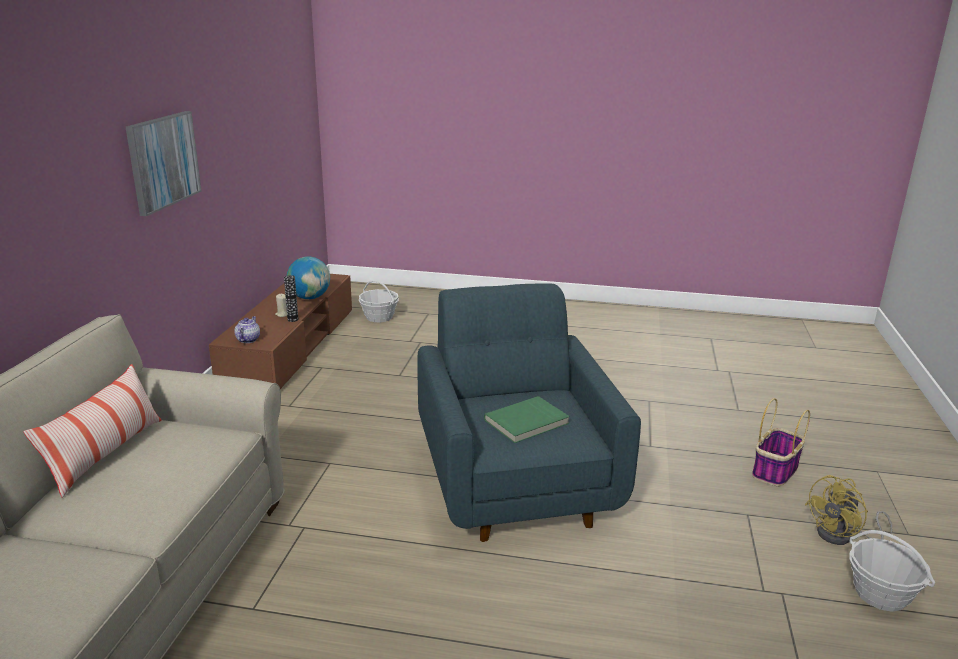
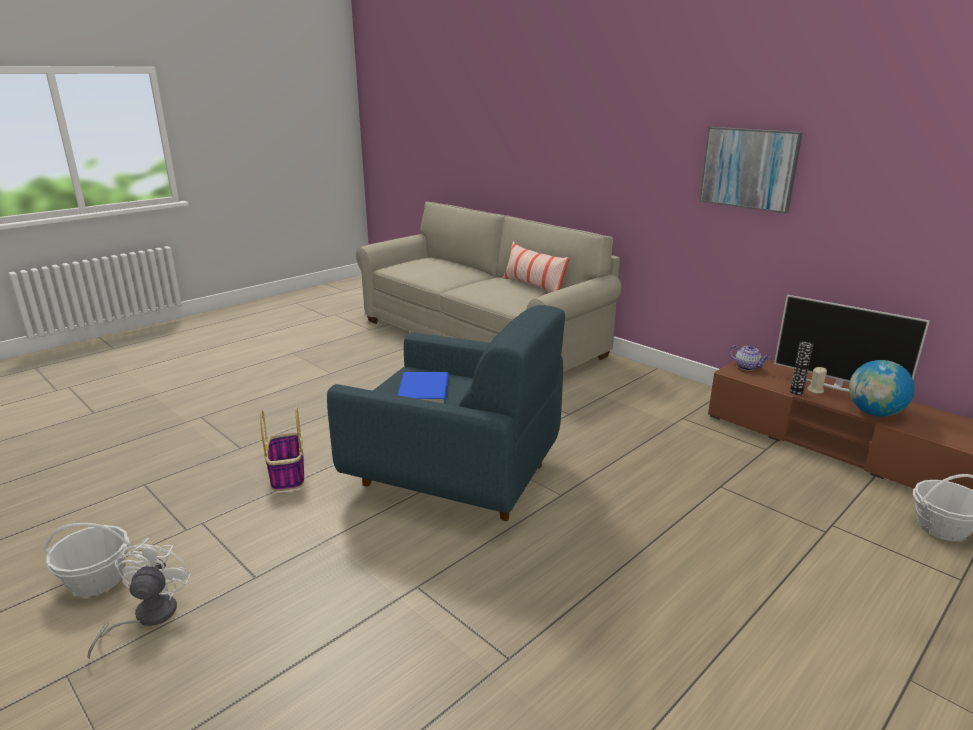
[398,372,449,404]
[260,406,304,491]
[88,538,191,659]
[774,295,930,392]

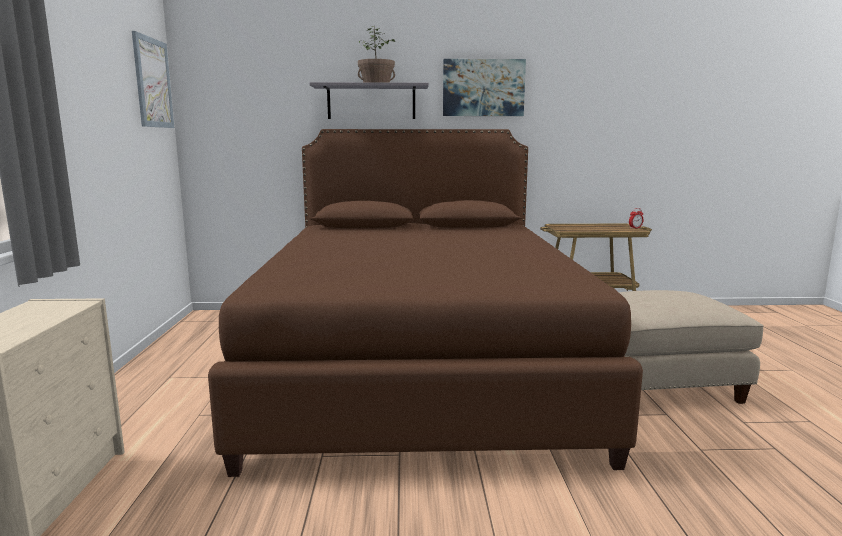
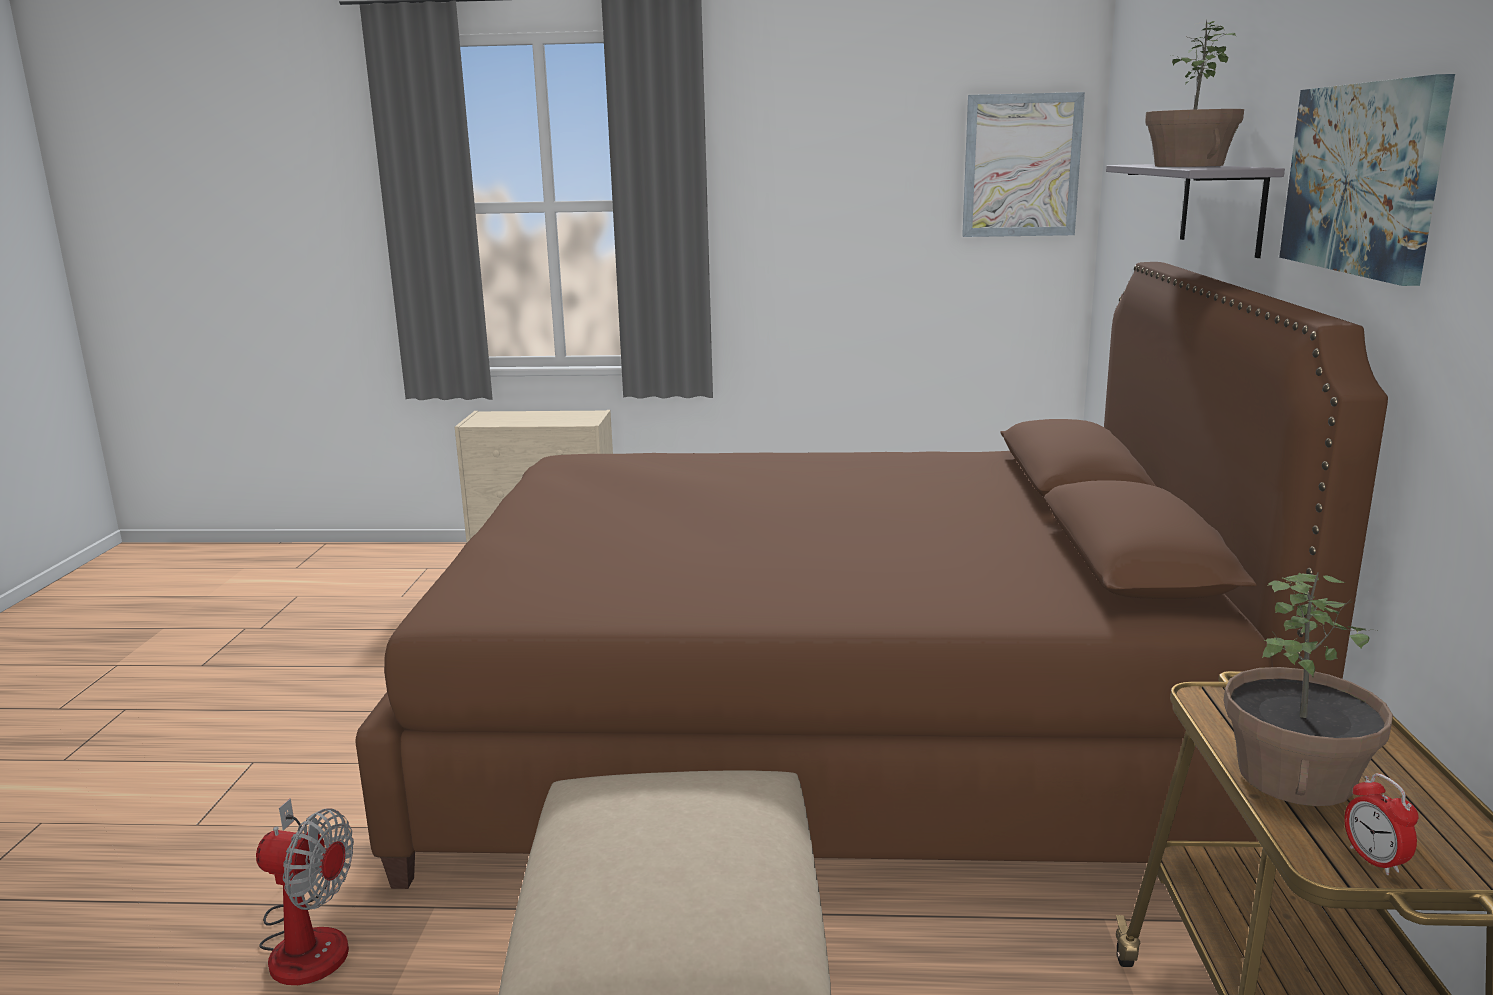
[256,798,354,985]
[1224,572,1393,806]

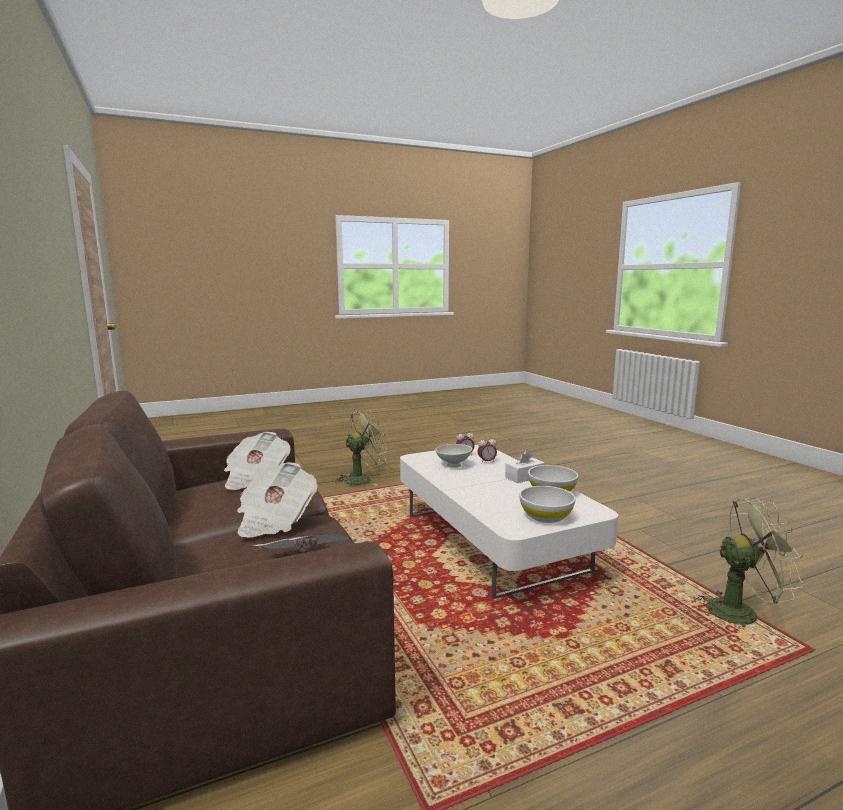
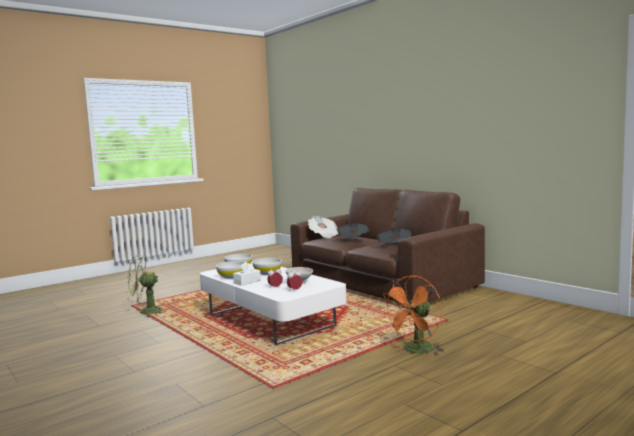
[381,276,444,355]
[252,258,282,275]

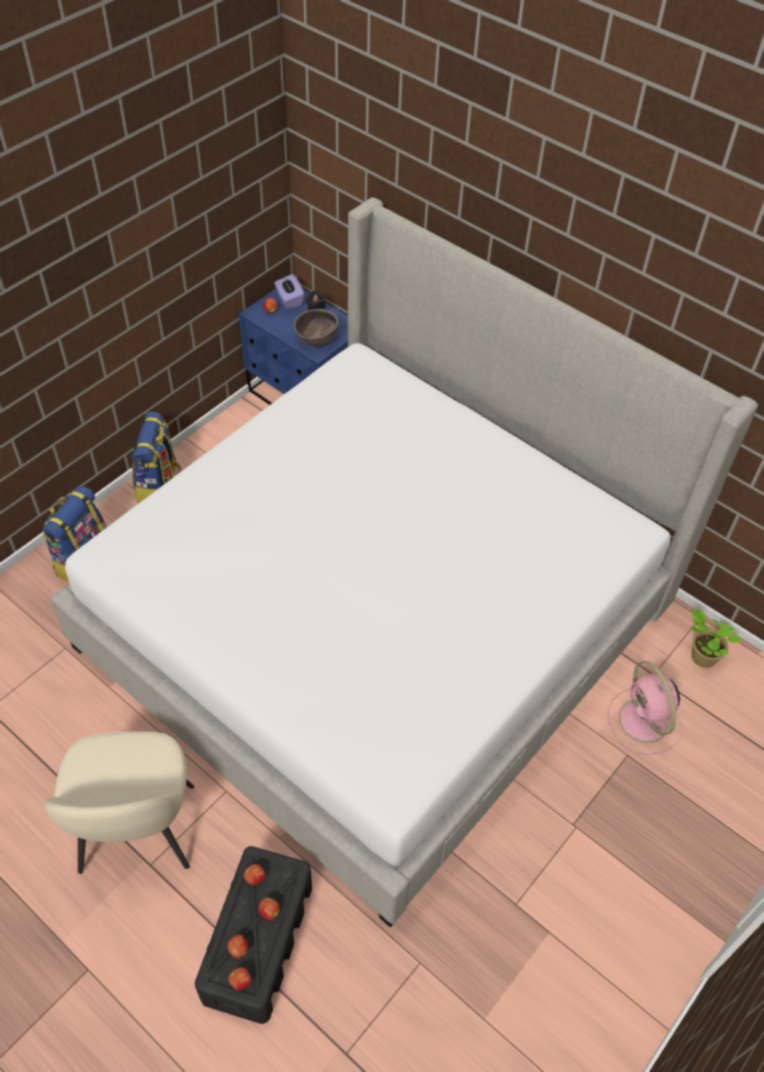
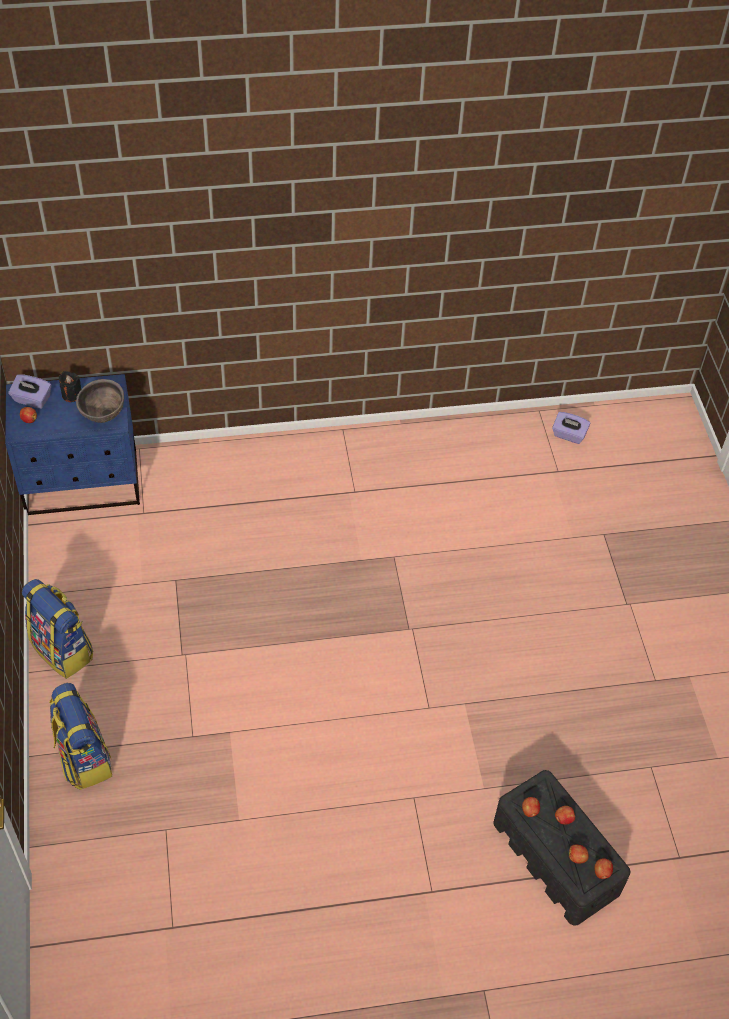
[44,732,194,874] (first image)
[50,197,758,927] (first image)
[608,661,683,755] (first image)
[552,412,590,444]

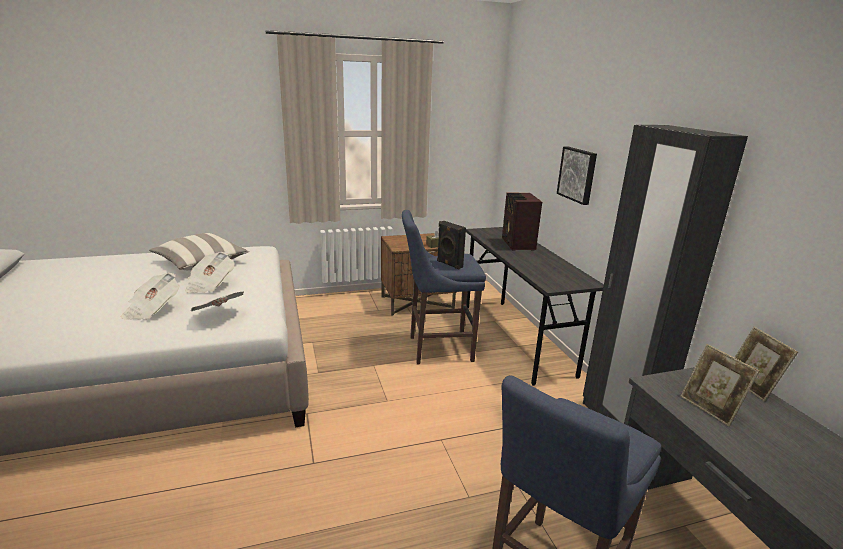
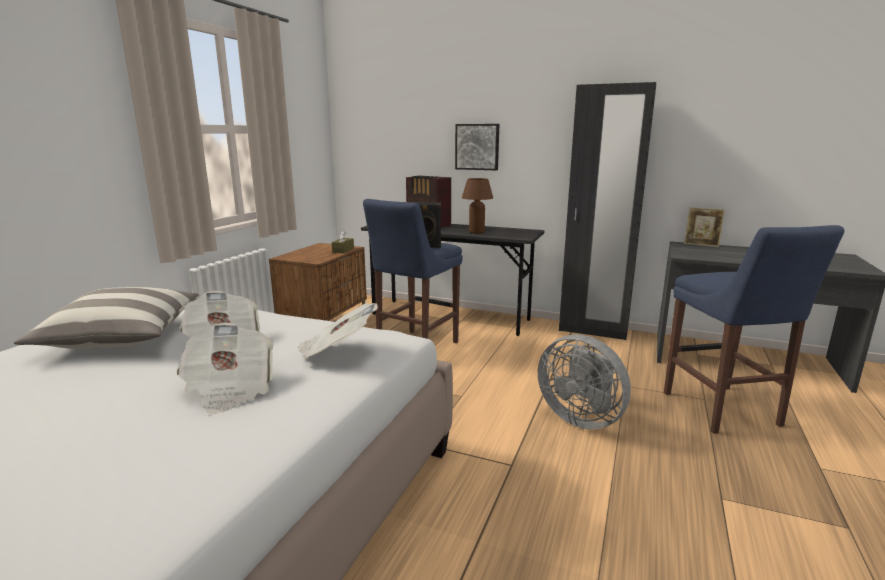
[680,344,760,427] (first image)
[462,178,493,233]
[538,334,631,430]

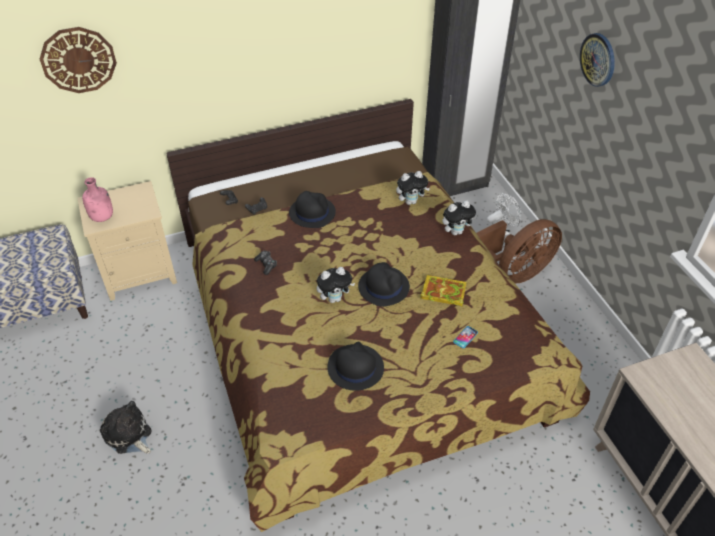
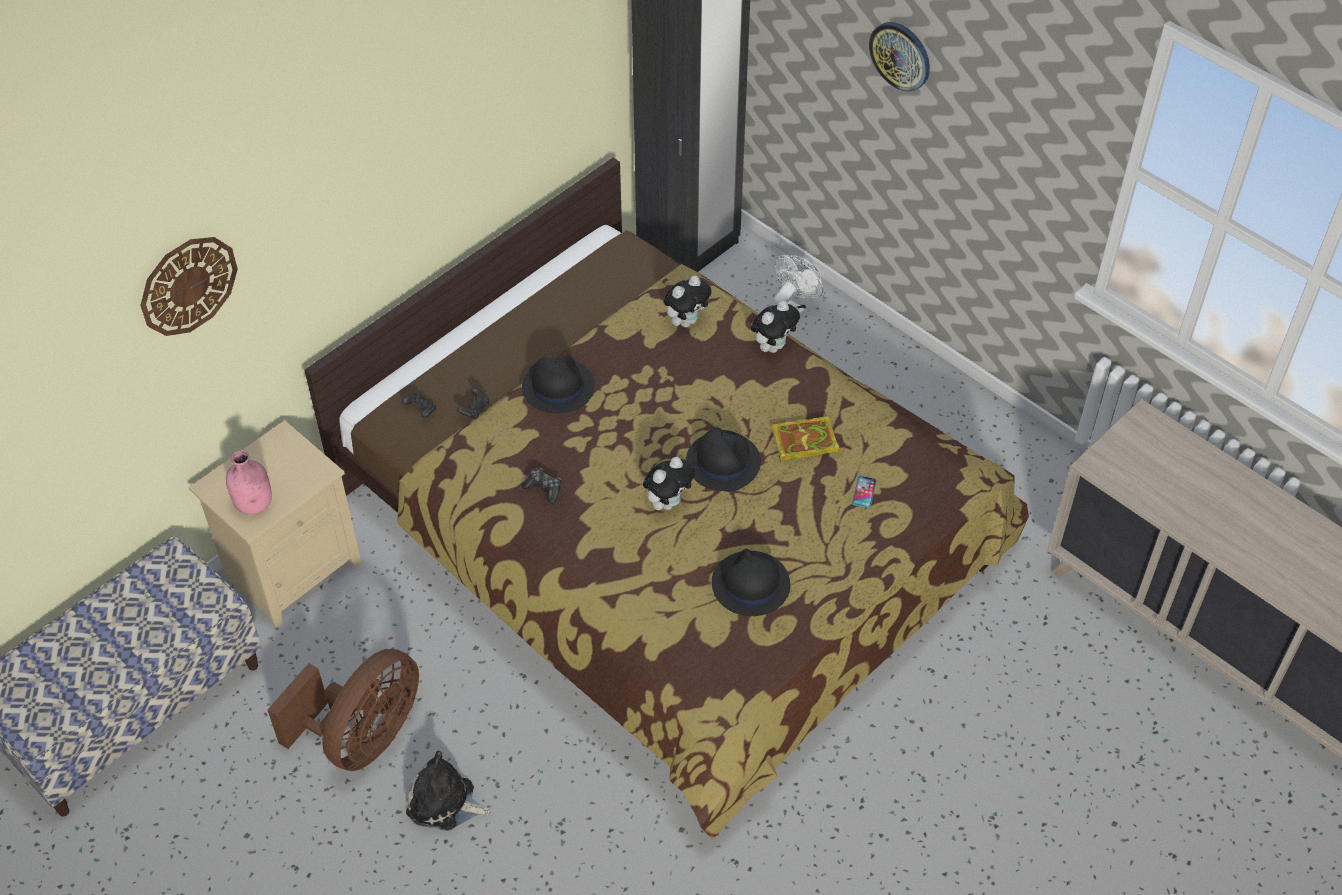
[268,649,419,771]

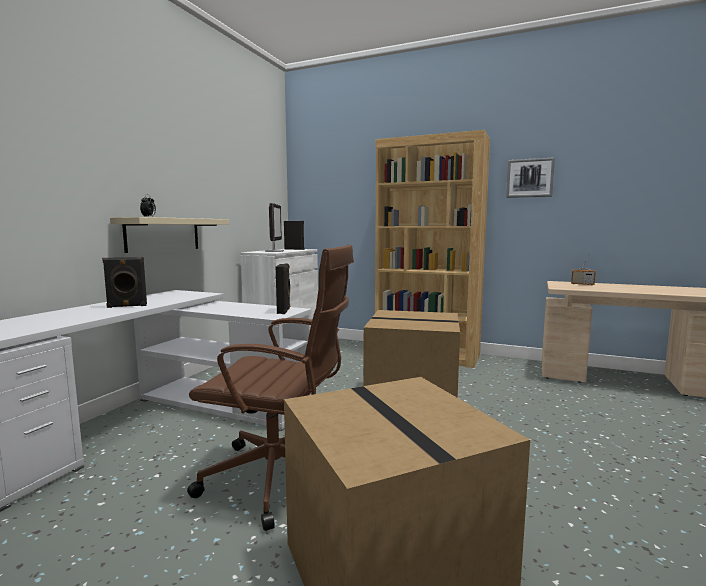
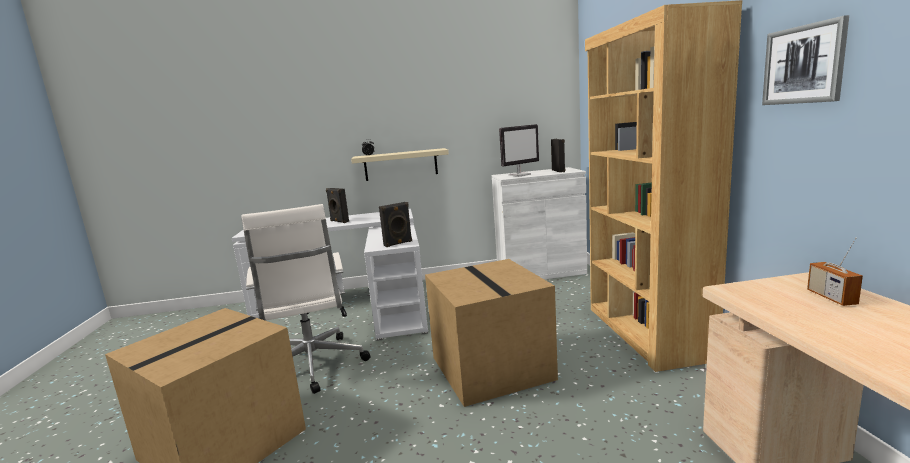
[241,204,371,394]

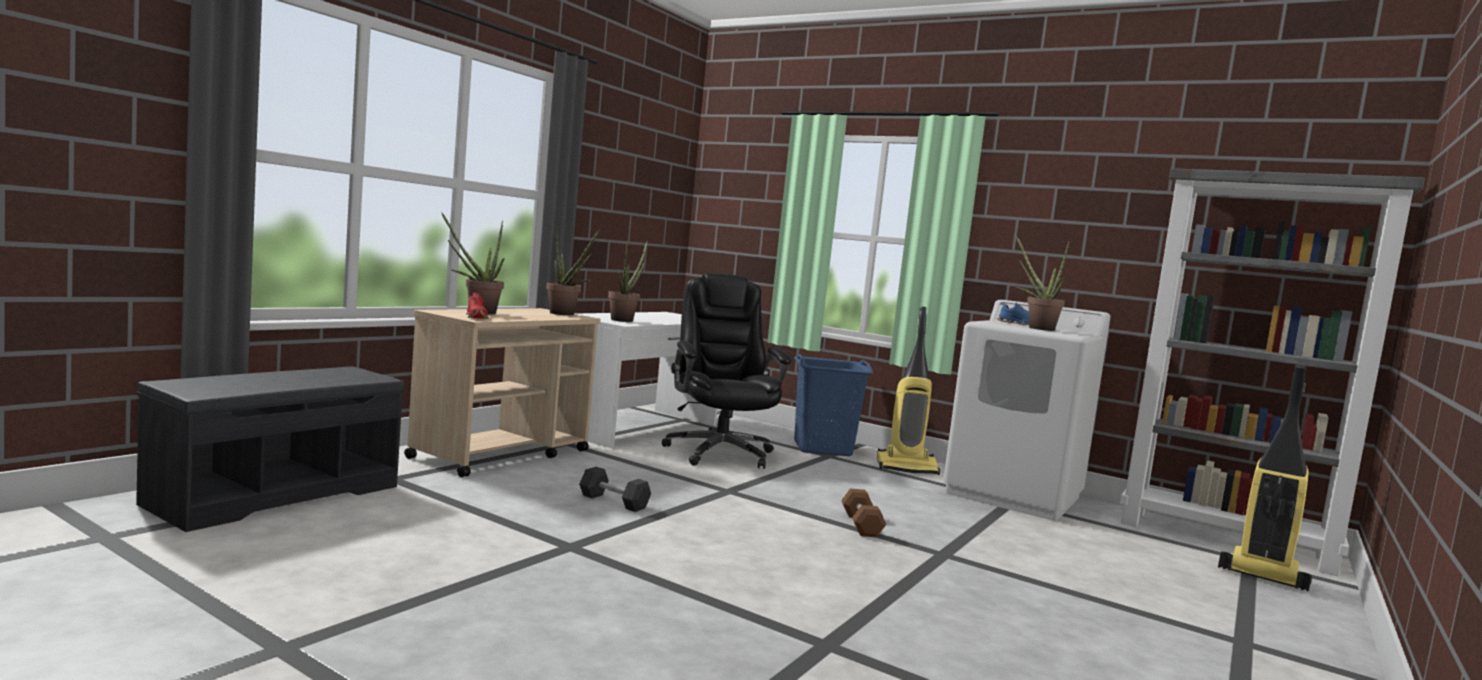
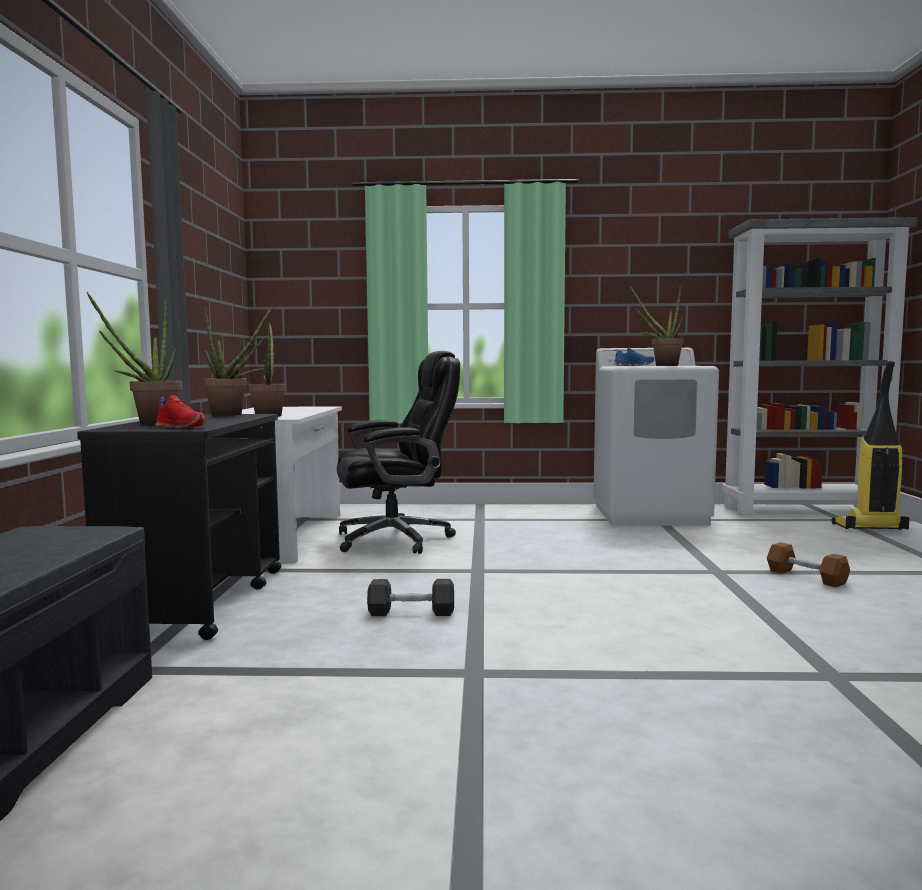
[77,414,282,640]
[337,351,460,554]
[794,354,874,456] (first image)
[767,542,850,587]
[877,307,940,475] (first image)

